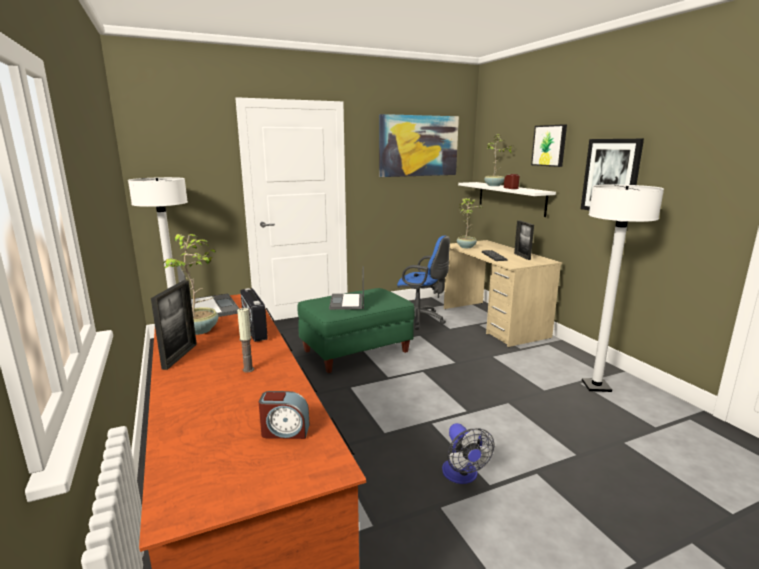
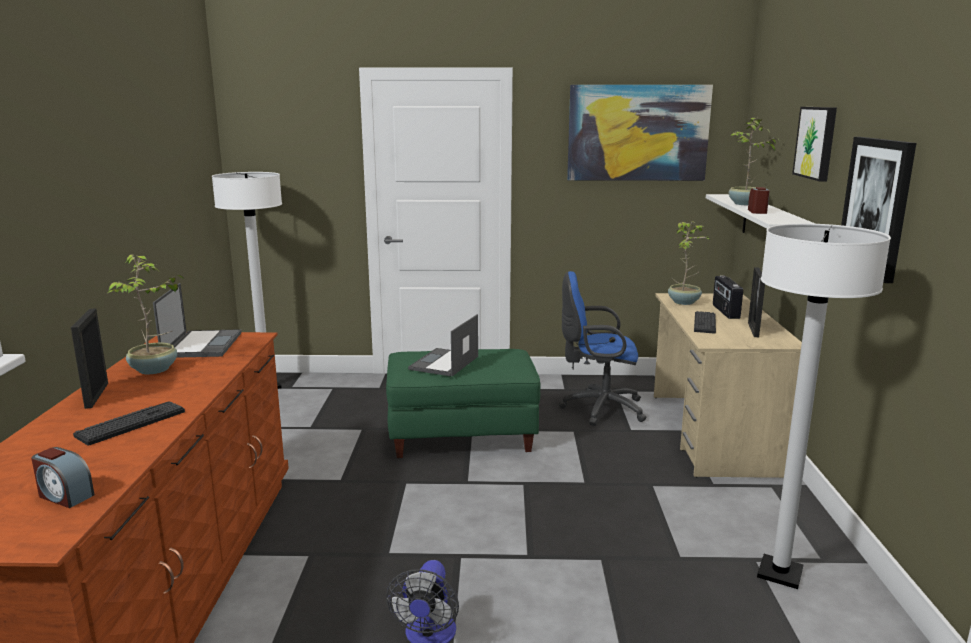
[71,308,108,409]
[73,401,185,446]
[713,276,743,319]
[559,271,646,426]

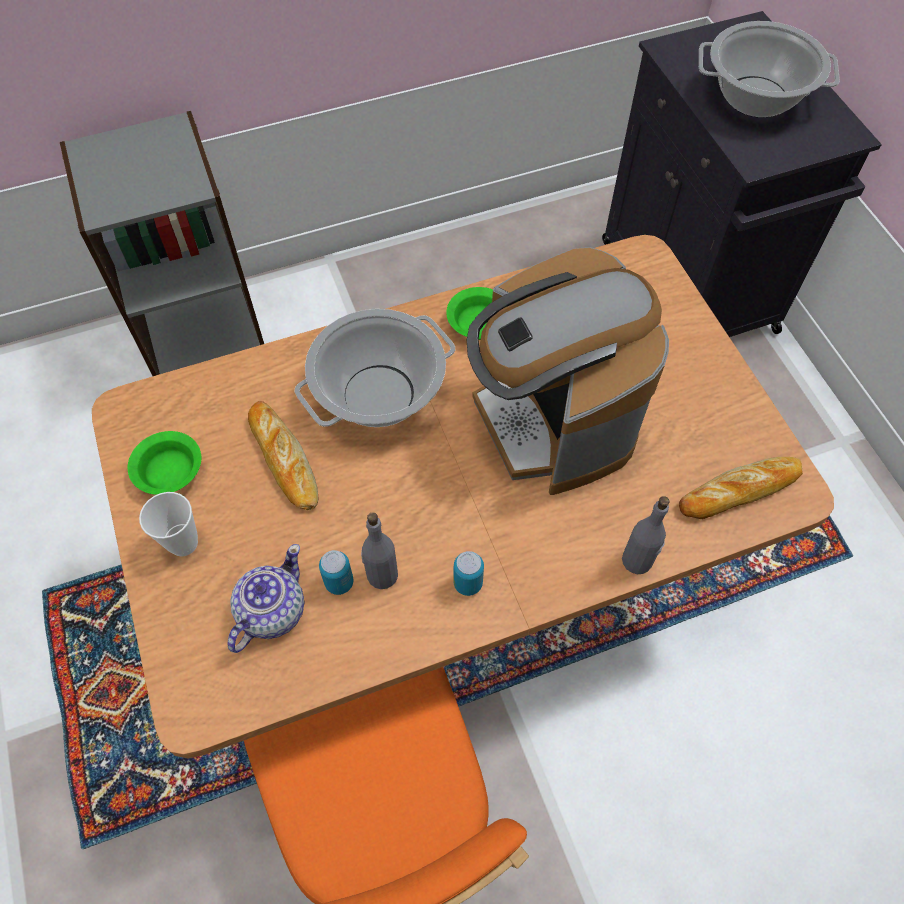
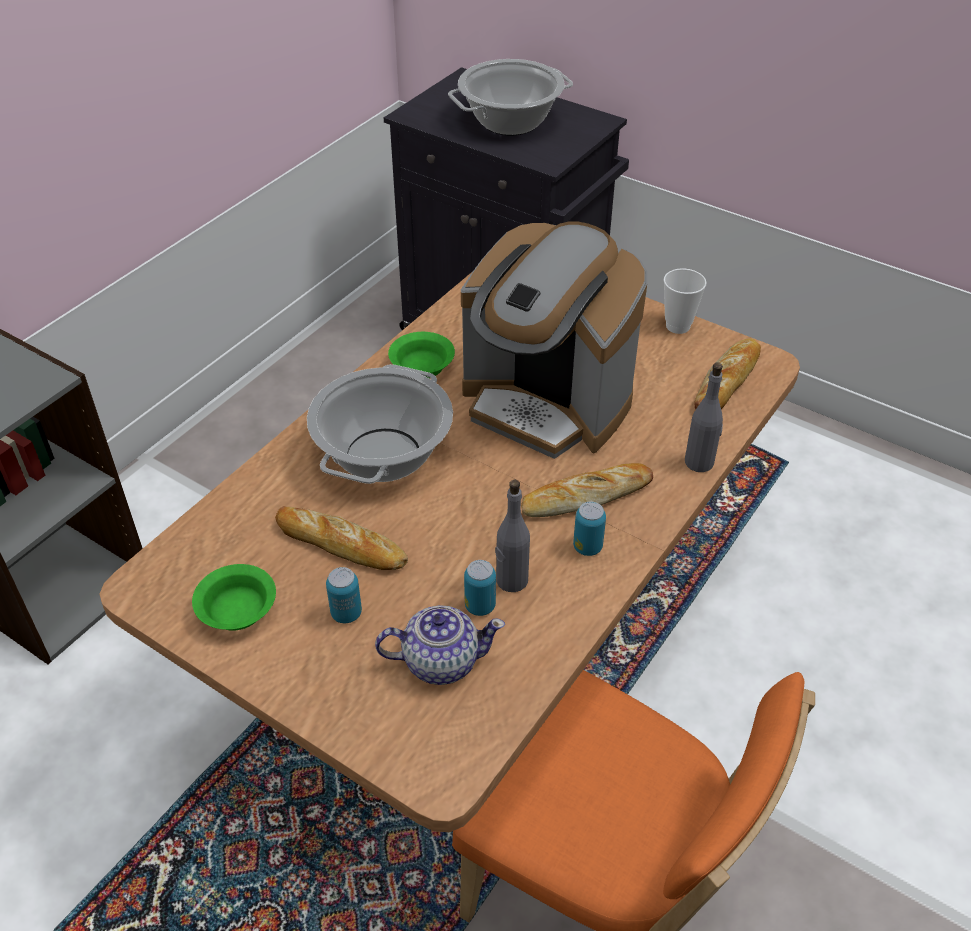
[663,268,707,334]
[375,605,505,685]
[326,567,362,623]
[521,463,653,517]

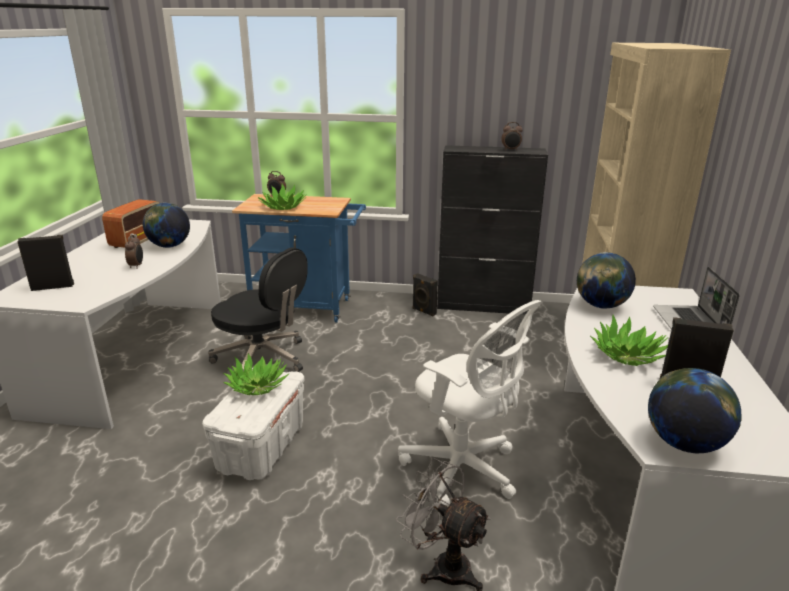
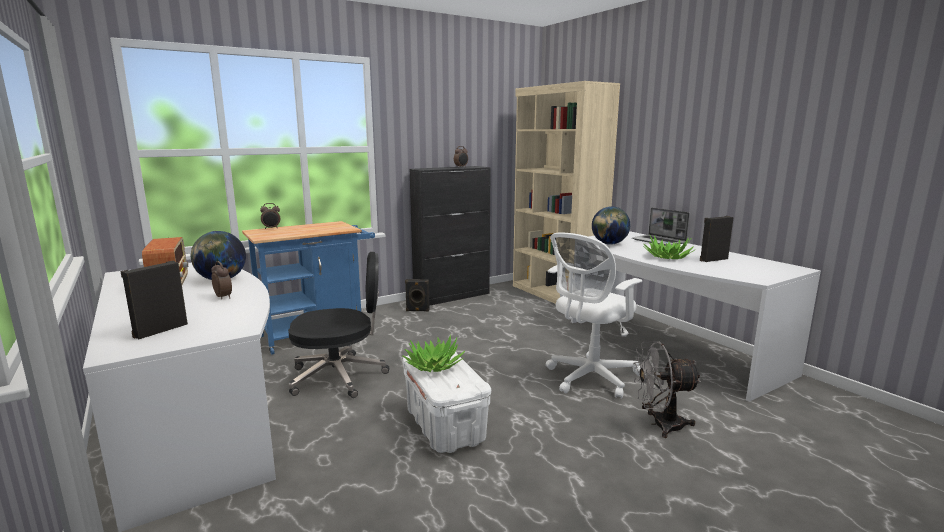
[258,184,307,210] (first image)
[546,232,642,399]
[648,368,742,453] (first image)

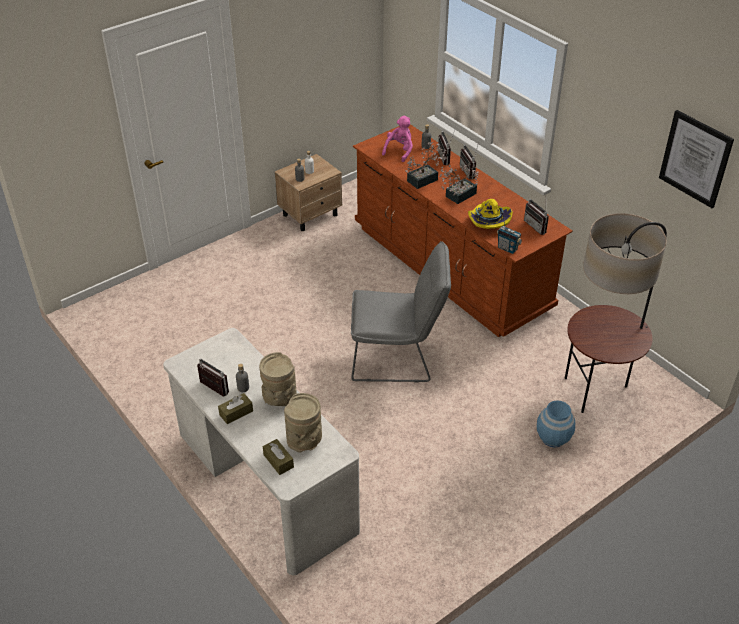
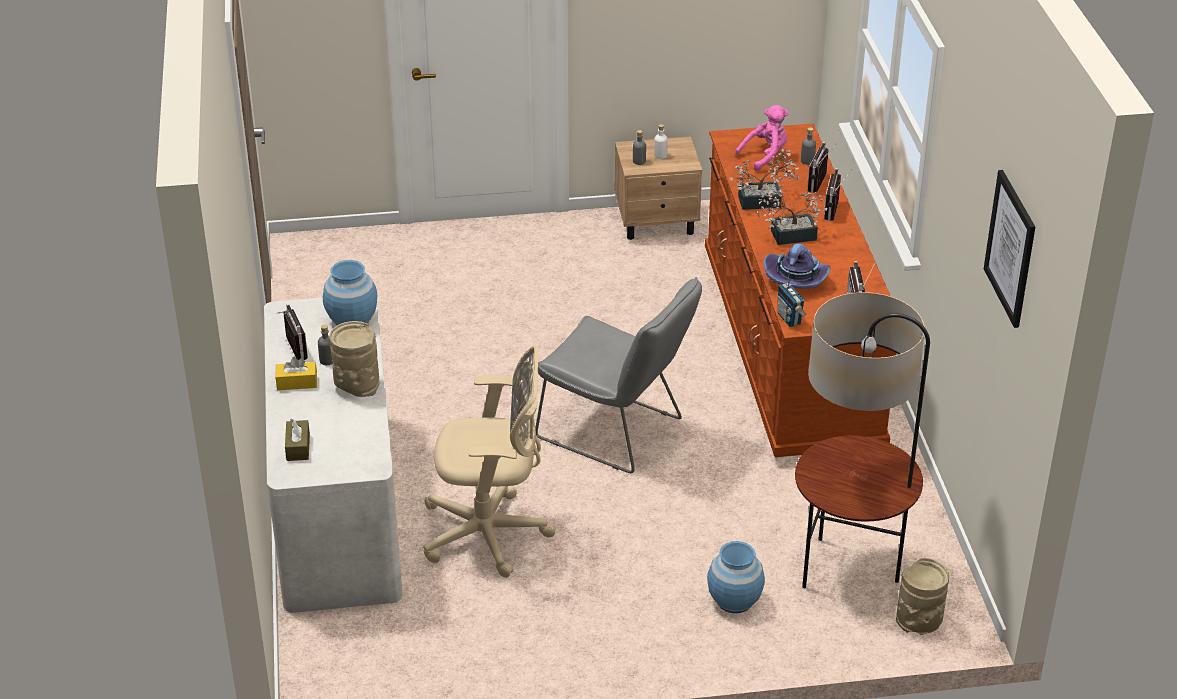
[275,357,317,390]
[896,558,949,635]
[763,243,830,289]
[323,260,377,325]
[423,345,556,578]

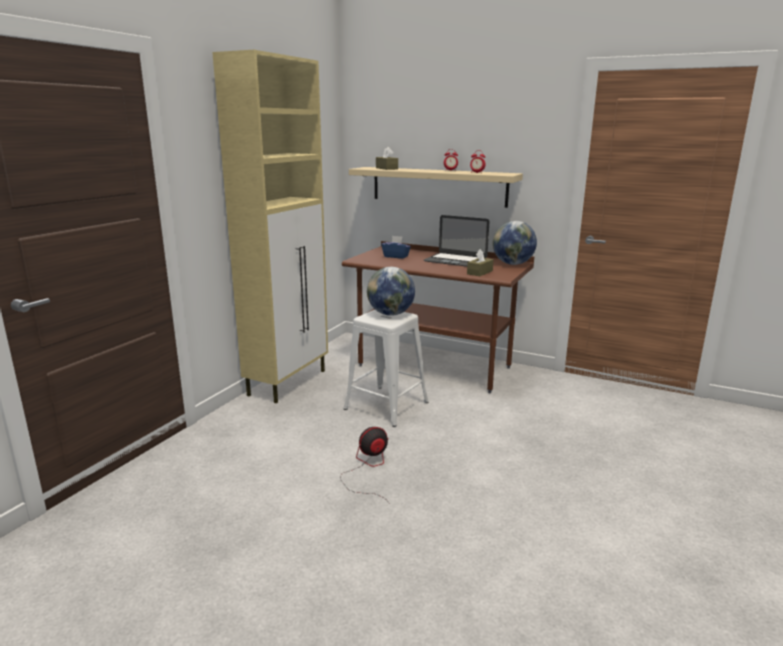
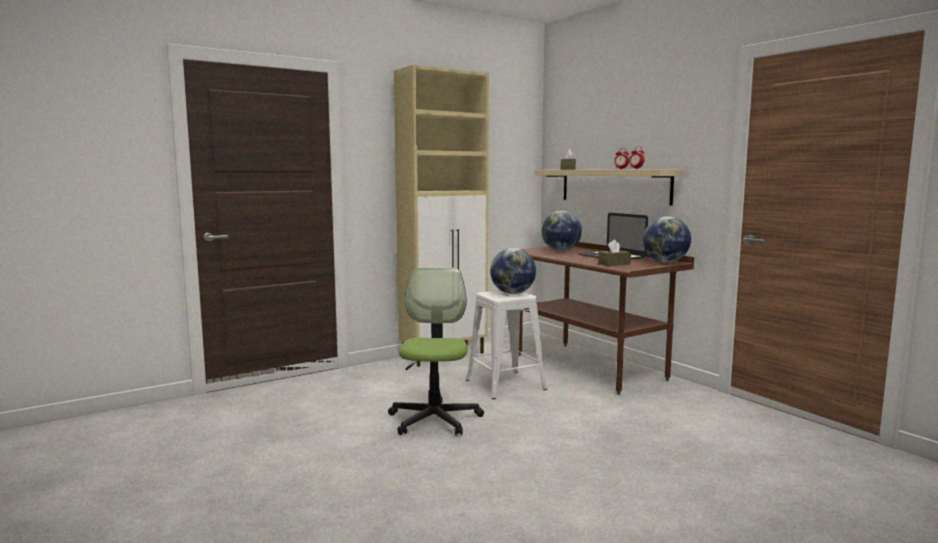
[388,267,484,435]
[542,211,582,251]

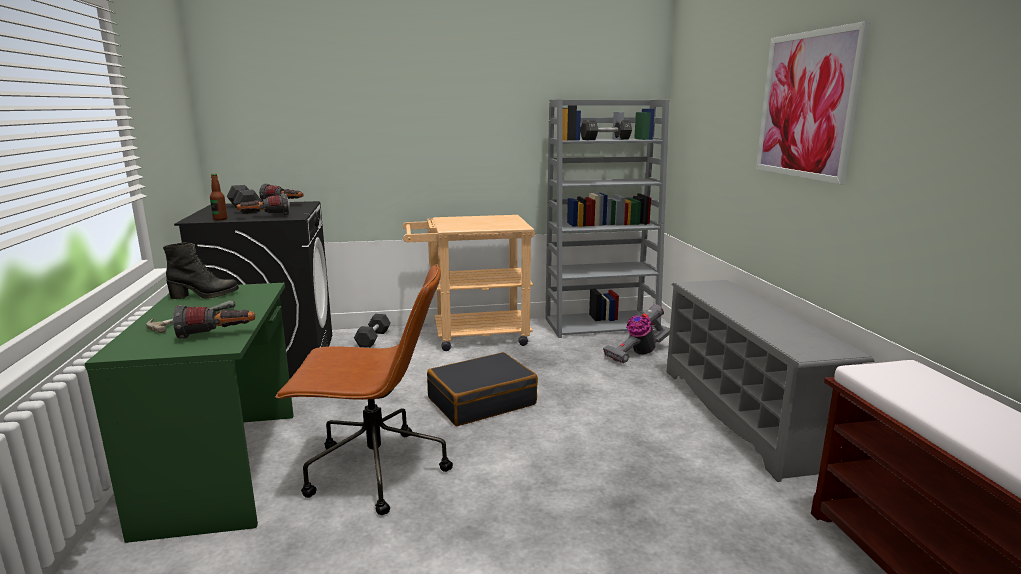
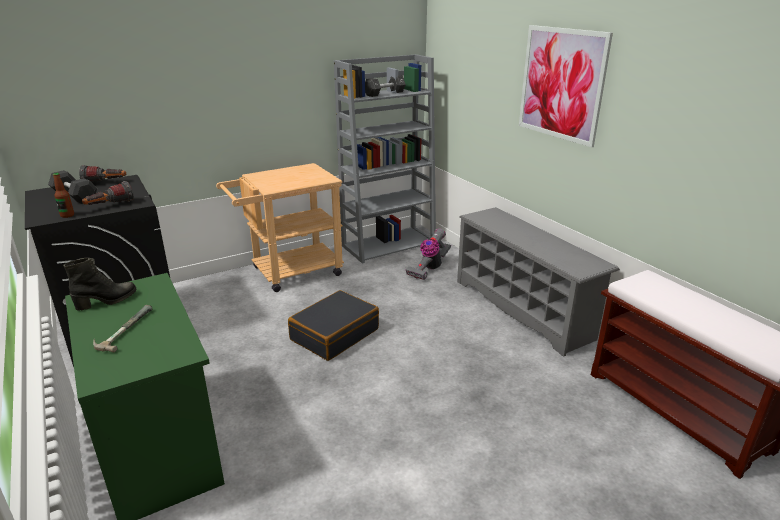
[173,305,255,339] (first image)
[275,264,453,515] (first image)
[354,314,391,348] (first image)

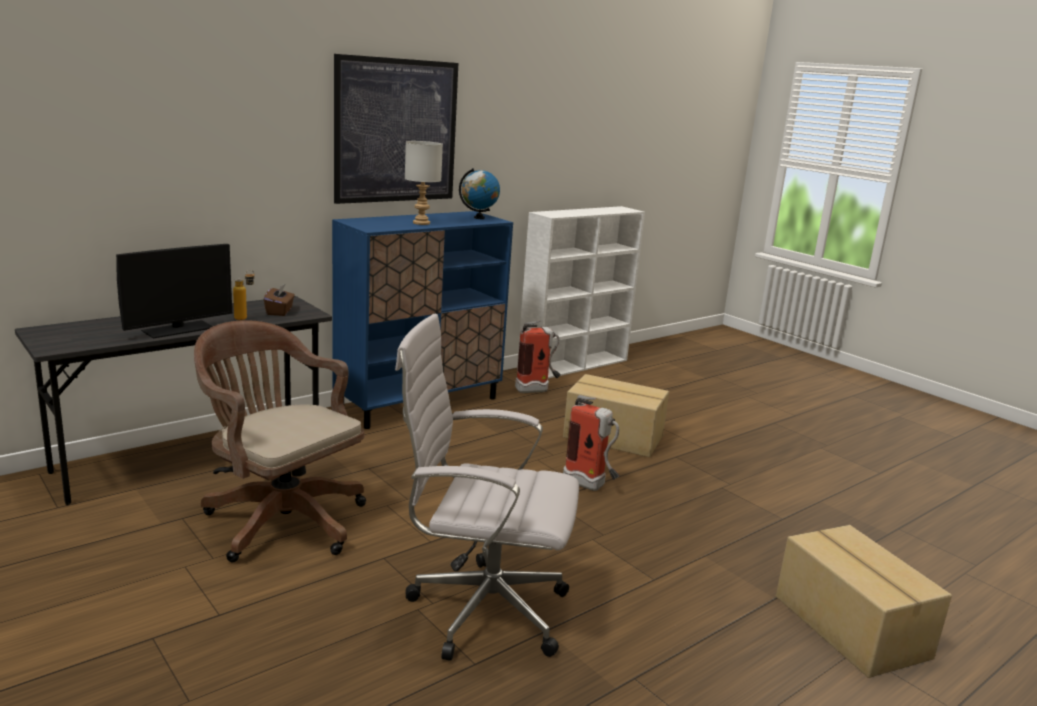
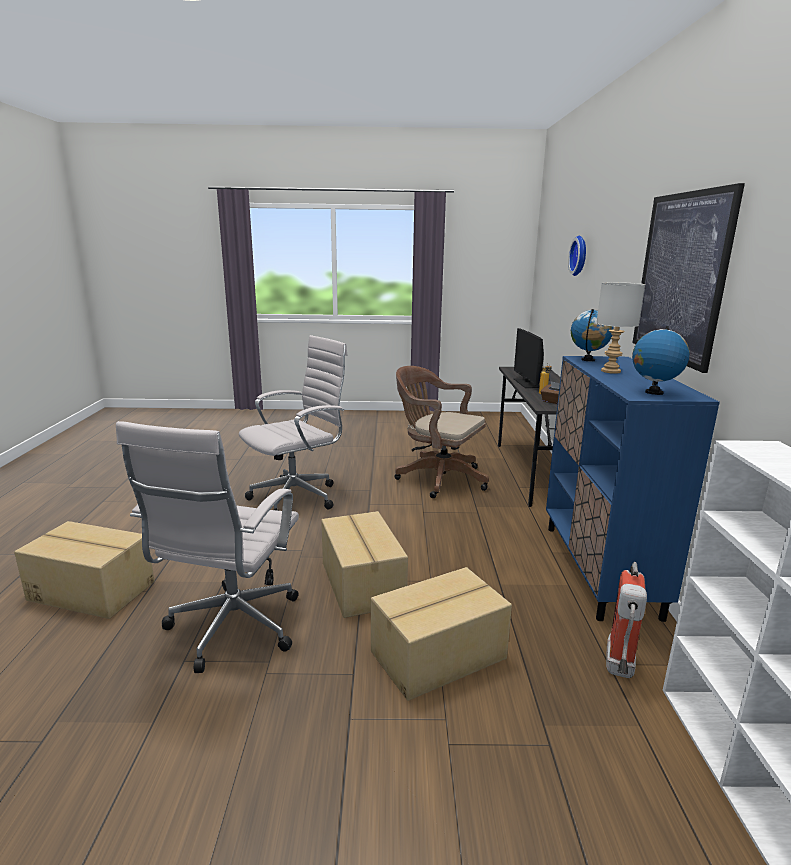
[394,366,489,498]
[321,511,408,618]
[116,421,299,673]
[568,236,586,276]
[571,309,614,361]

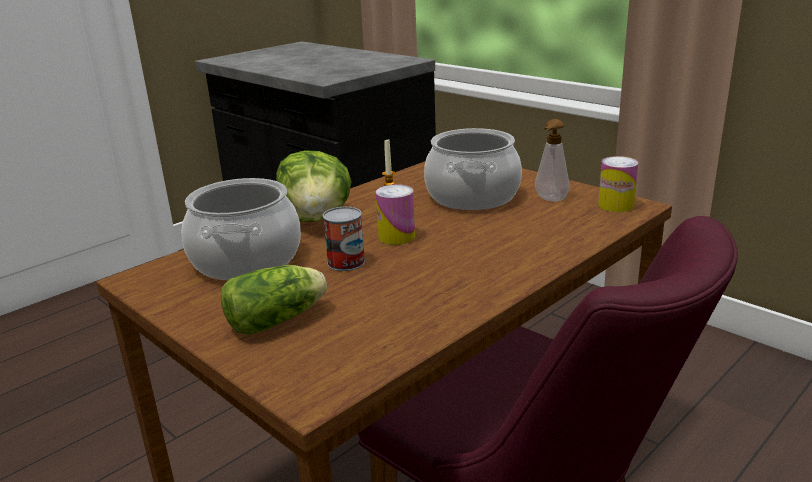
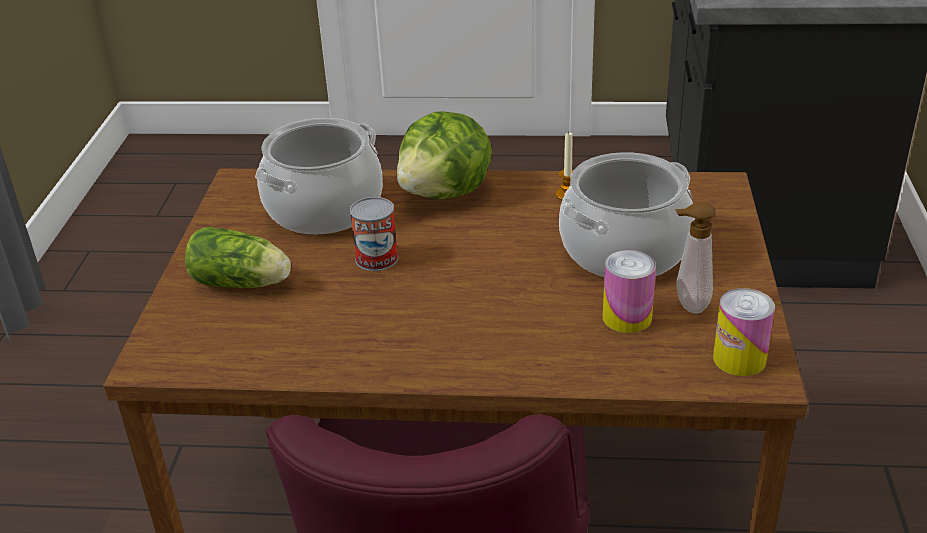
[603,250,656,333]

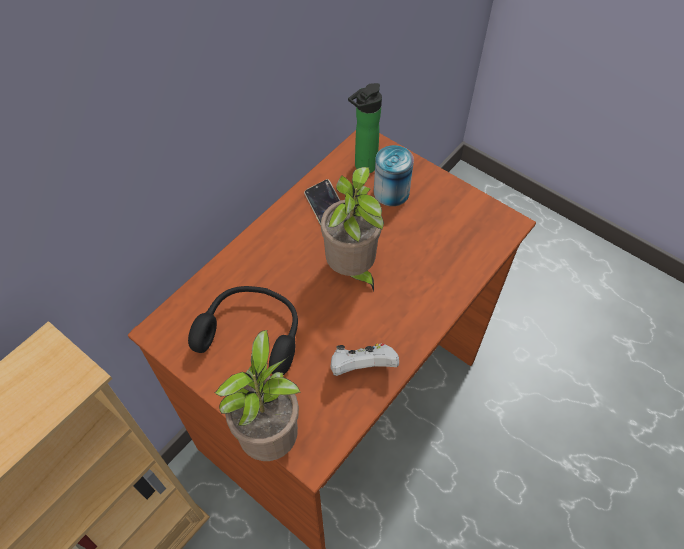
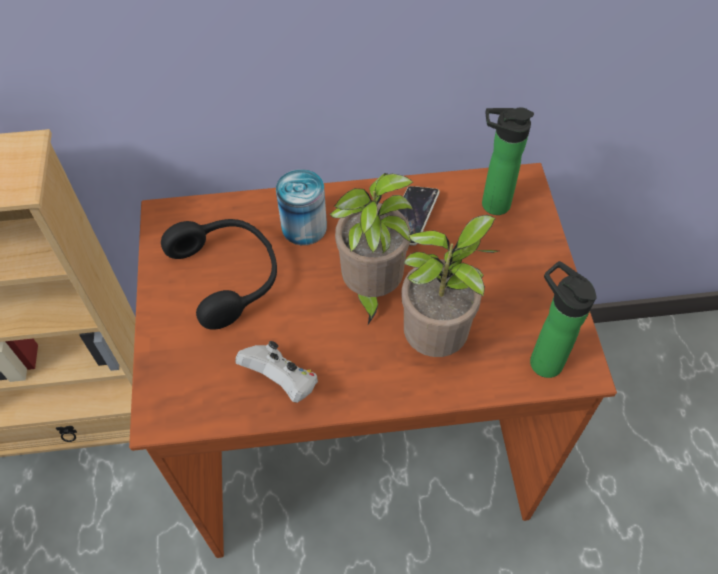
[401,215,499,357]
[276,169,327,245]
[530,261,597,378]

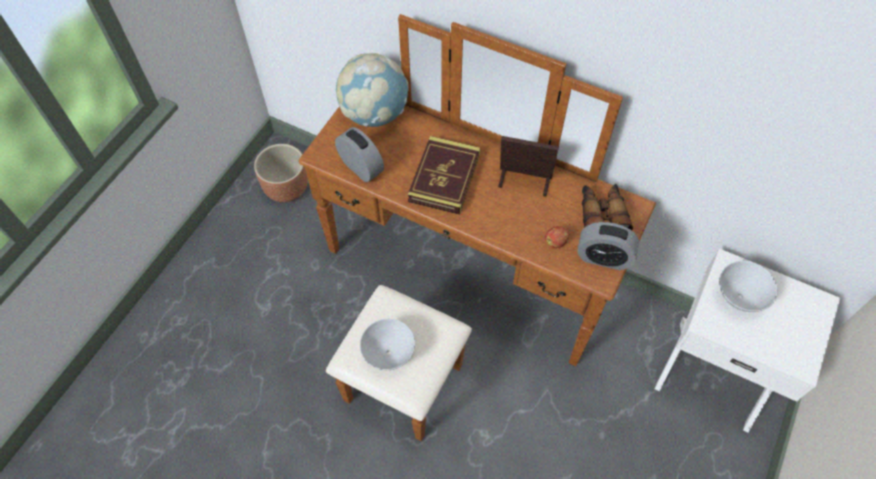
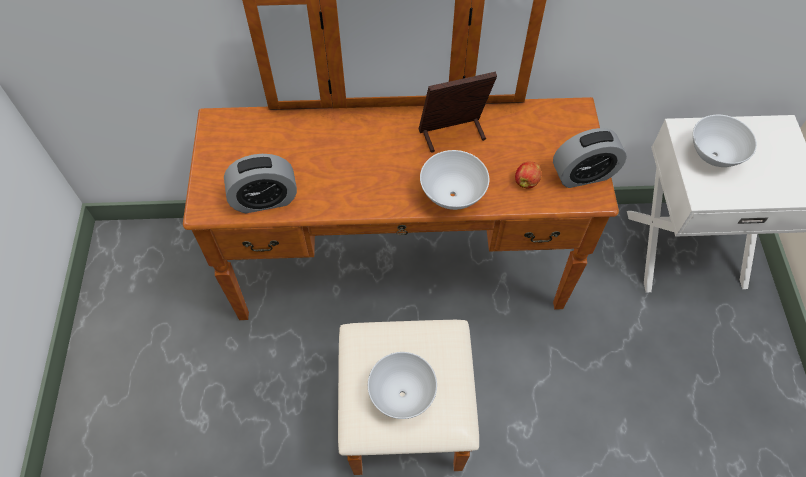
[254,144,308,202] (first image)
[224,154,297,213]
[336,53,409,127] (first image)
[408,136,480,215] (first image)
[582,184,633,230] (first image)
[420,150,489,210]

